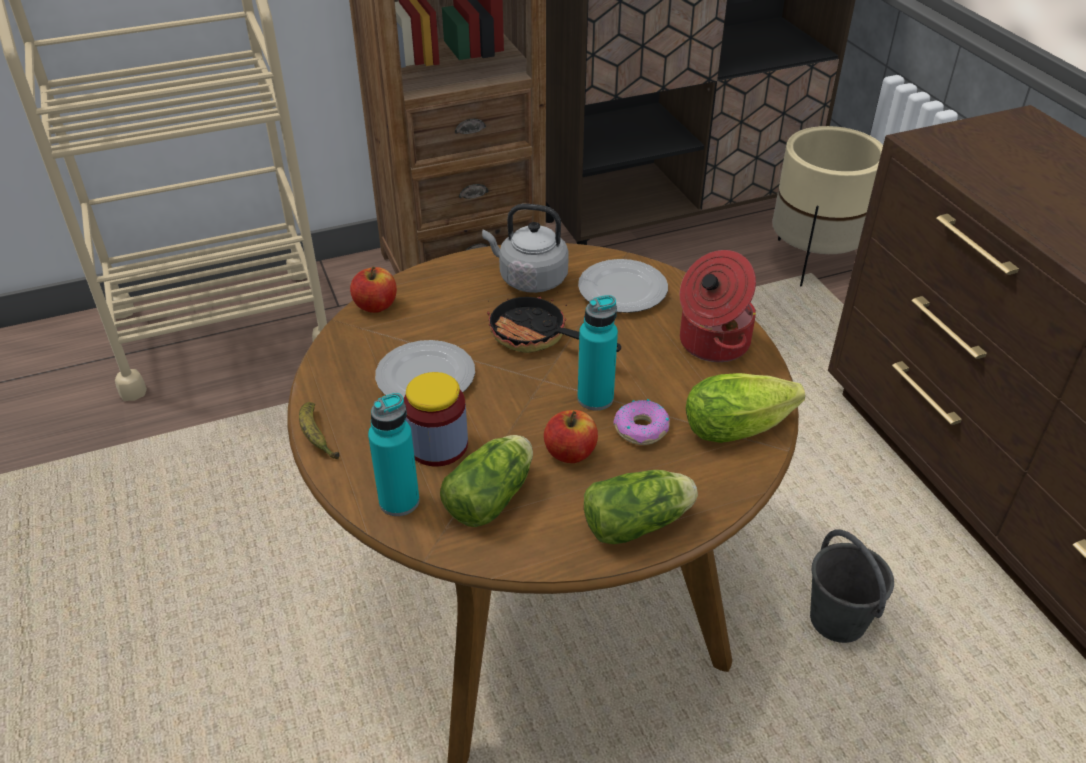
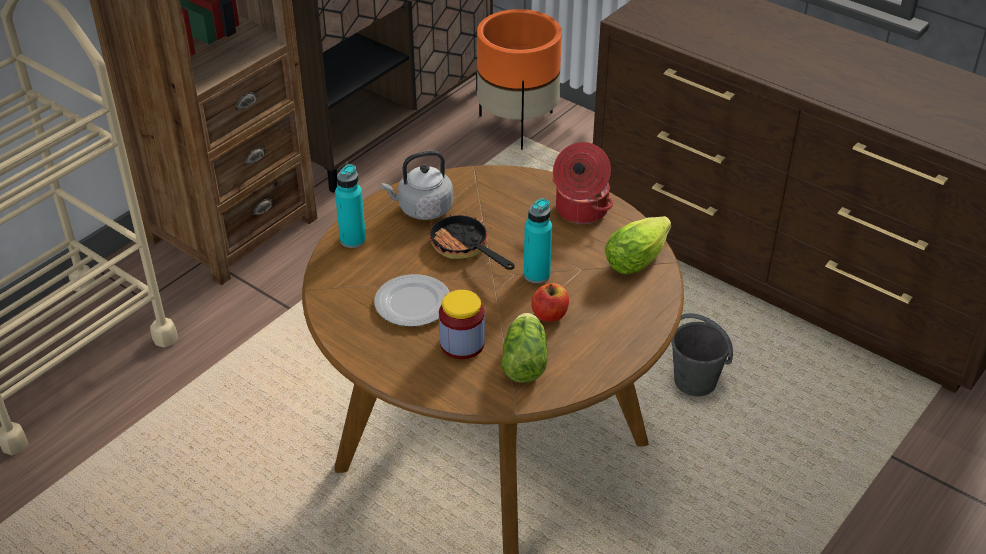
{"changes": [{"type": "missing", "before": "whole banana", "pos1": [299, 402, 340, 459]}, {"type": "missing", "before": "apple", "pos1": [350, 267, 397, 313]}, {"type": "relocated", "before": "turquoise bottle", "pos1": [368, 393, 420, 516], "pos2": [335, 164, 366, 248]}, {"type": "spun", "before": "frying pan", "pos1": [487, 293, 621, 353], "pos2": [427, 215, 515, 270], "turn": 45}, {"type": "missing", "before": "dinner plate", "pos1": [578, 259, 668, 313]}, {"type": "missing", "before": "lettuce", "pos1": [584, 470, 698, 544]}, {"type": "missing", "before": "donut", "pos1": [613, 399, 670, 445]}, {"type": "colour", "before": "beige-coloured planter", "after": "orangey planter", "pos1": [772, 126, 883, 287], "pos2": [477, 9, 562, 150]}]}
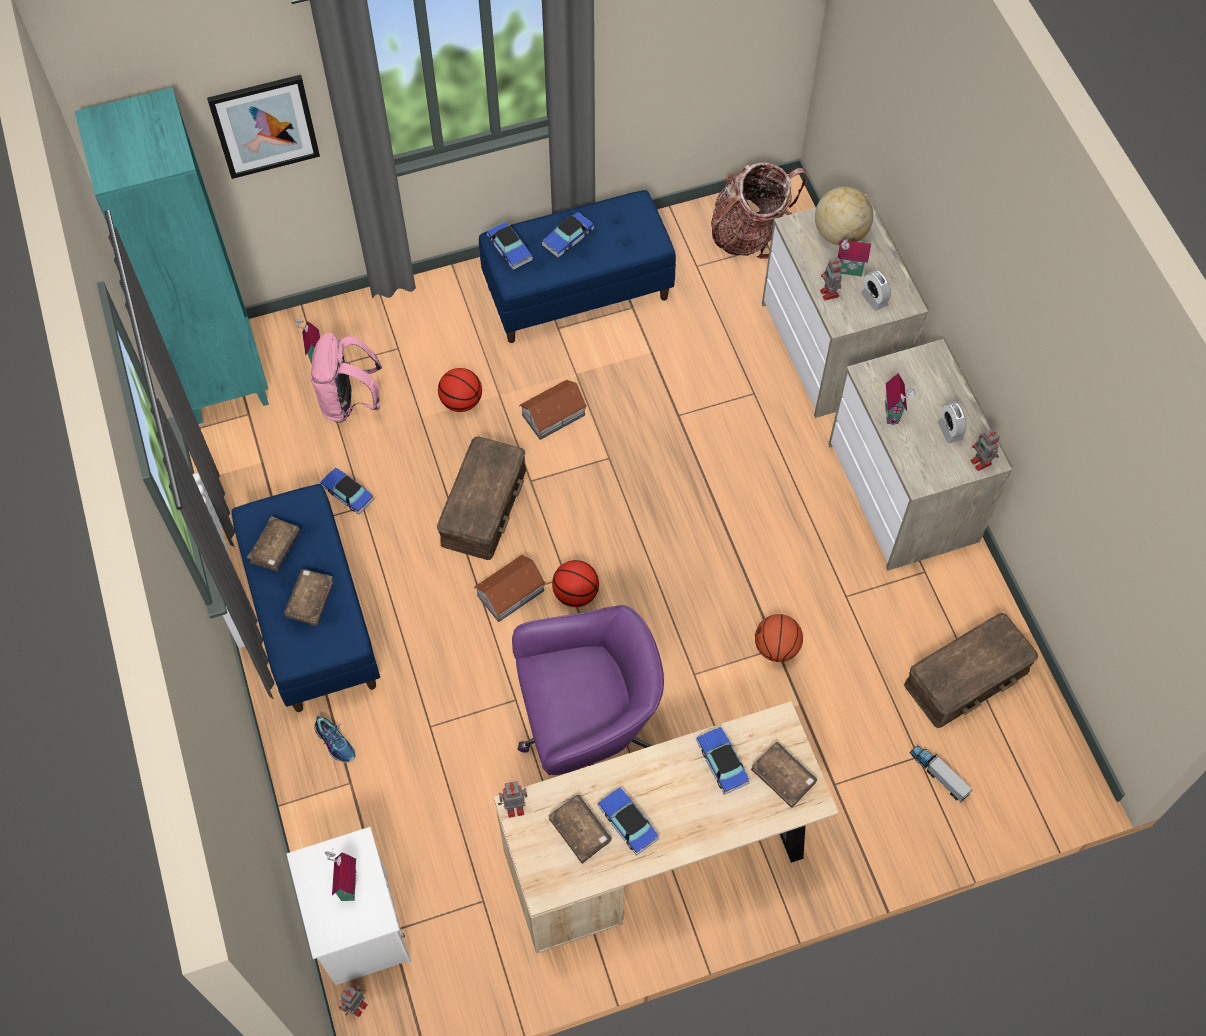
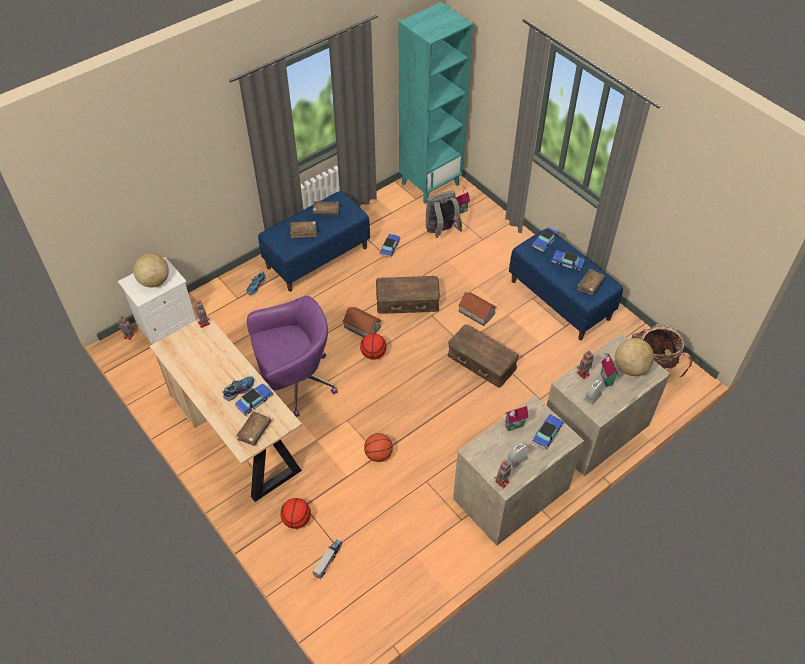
{"changes": [{"type": "missing", "before": "wall picture", "pos1": [207, 75, 320, 179]}, {"type": "colour", "before": "pink backpack", "after": "gray backpack", "pos1": [309, 333, 382, 423], "pos2": [426, 191, 463, 238]}, {"type": "exchanged", "before": "miniature house", "after": "world globe", "pos1": [325, 848, 356, 901], "pos2": [133, 253, 169, 288]}, {"type": "relocated", "before": "basketball", "pos1": [438, 368, 482, 412], "pos2": [280, 498, 311, 529]}, {"type": "spun", "before": "purple office chair", "pos1": [512, 605, 664, 775], "pos2": [247, 296, 338, 417], "turn": -75}, {"type": "relocated", "before": "brown bound book", "pos1": [548, 795, 612, 864], "pos2": [577, 269, 606, 295]}, {"type": "relocated", "before": "miniature car", "pos1": [597, 787, 659, 856], "pos2": [532, 414, 564, 450]}, {"type": "relocated", "before": "brown storage box", "pos1": [904, 613, 1038, 728], "pos2": [447, 324, 519, 388]}, {"type": "appeared", "after": "low shoe", "pos2": [222, 376, 254, 401]}]}
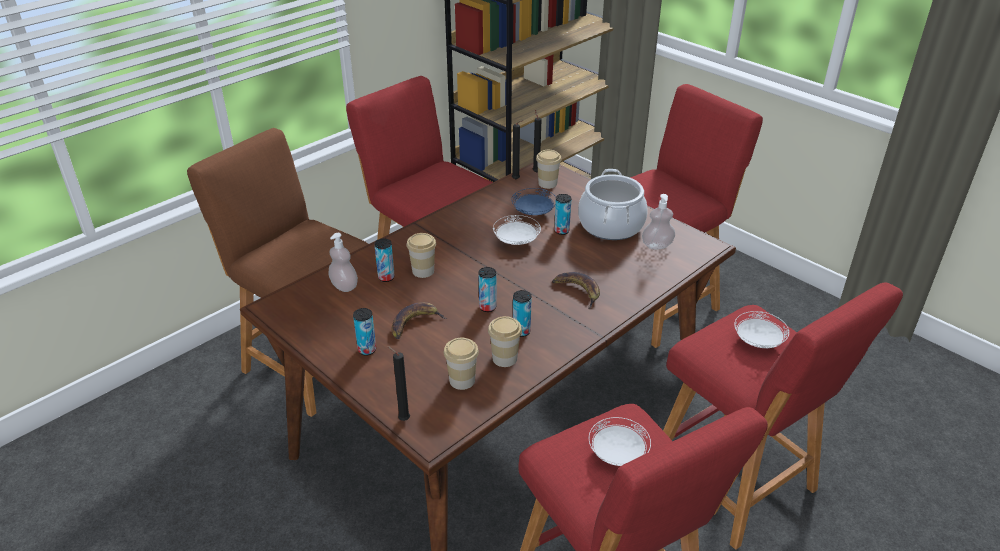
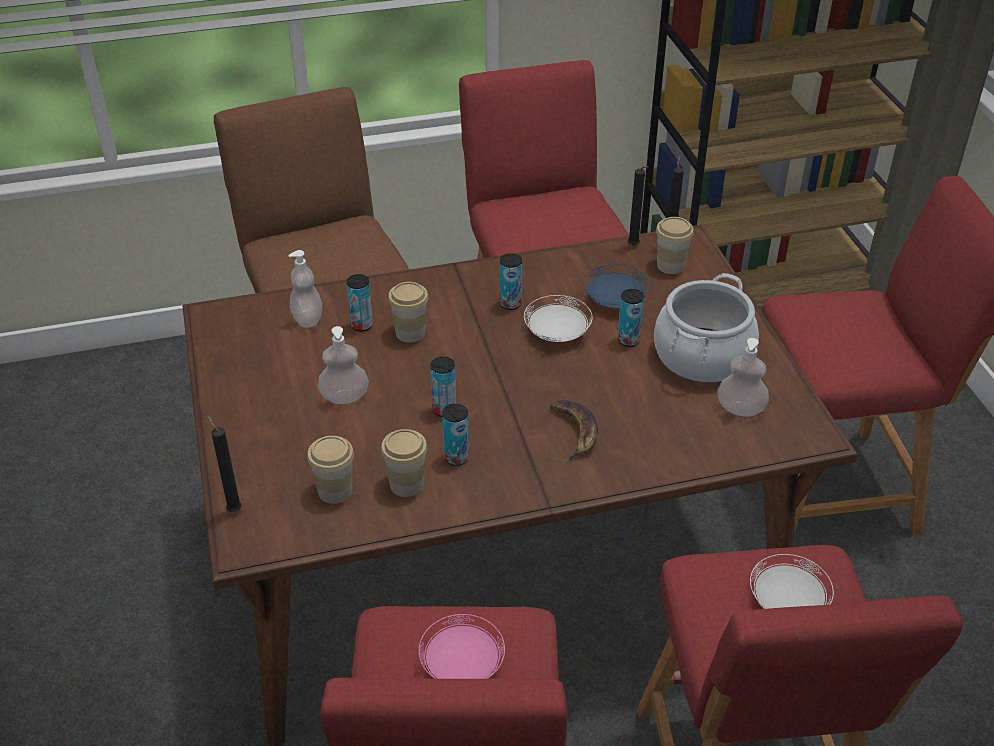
{"changes": [{"type": "relocated", "before": "metal can", "pos1": [353, 308, 376, 356], "pos2": [500, 253, 522, 310]}, {"type": "exchanged", "before": "whole banana", "after": "soap dispenser", "pos1": [391, 302, 447, 339], "pos2": [318, 326, 369, 404]}, {"type": "colour", "before": "whitish dinner plate", "after": "pink dinner plate", "pos1": [589, 417, 651, 466], "pos2": [419, 614, 505, 679]}]}
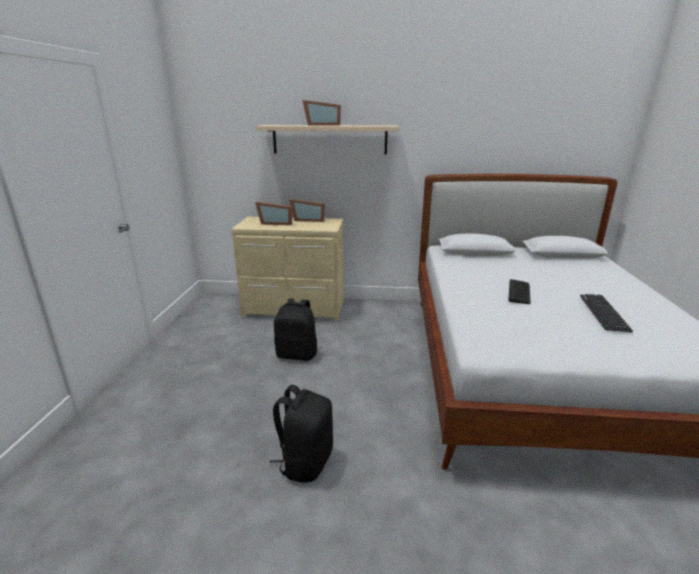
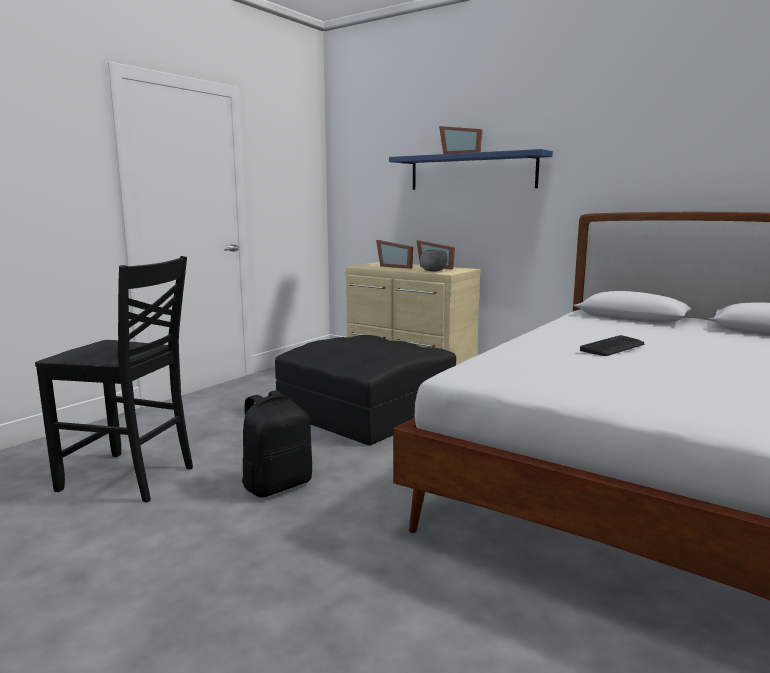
{"changes": [{"type": "colour", "before": "beige-coloured wall shelf", "after": "blue wall shelf", "pos1": [256, 125, 399, 154], "pos2": [389, 149, 553, 190]}, {"type": "exchanged", "before": "black backpack", "after": "black footrest", "pos1": [274, 298, 317, 361], "pos2": [275, 335, 456, 445]}, {"type": "missing", "before": "PC keyboard", "pos1": [580, 294, 633, 332]}, {"type": "appeared", "after": "black plain chair", "pos2": [35, 256, 193, 503]}, {"type": "appeared", "after": "gray deep dish", "pos2": [420, 250, 447, 271]}]}
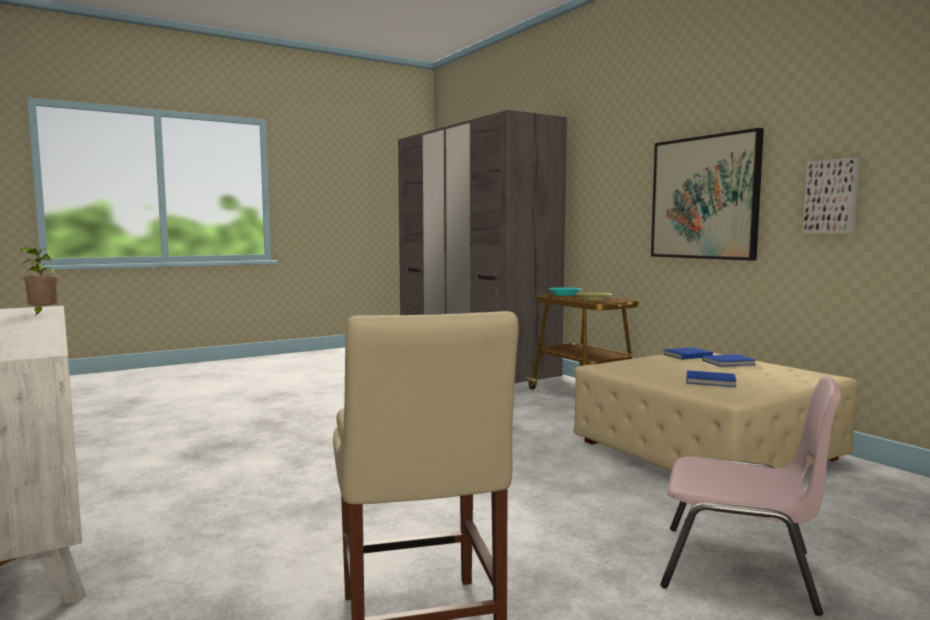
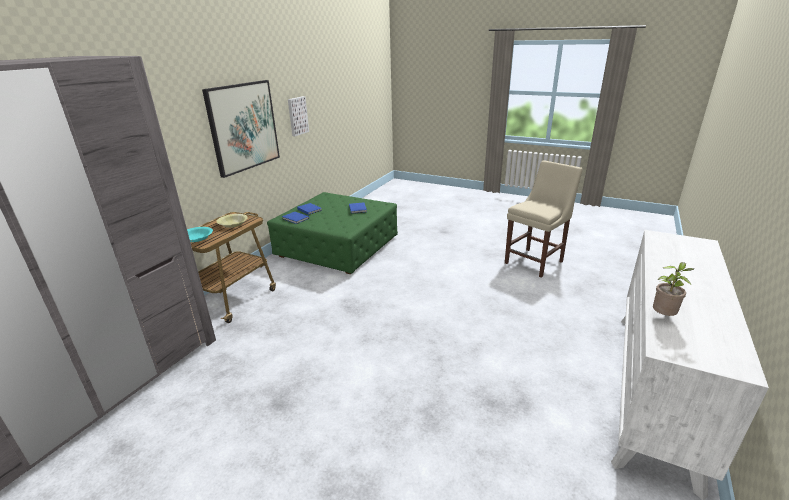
{"changes": [{"type": "colour", "before": "beige-coloured footrest", "after": "greenish footrest", "pos1": [573, 353, 858, 471], "pos2": [267, 192, 398, 274]}, {"type": "missing", "before": "pink plain chair", "pos1": [660, 376, 841, 616]}]}
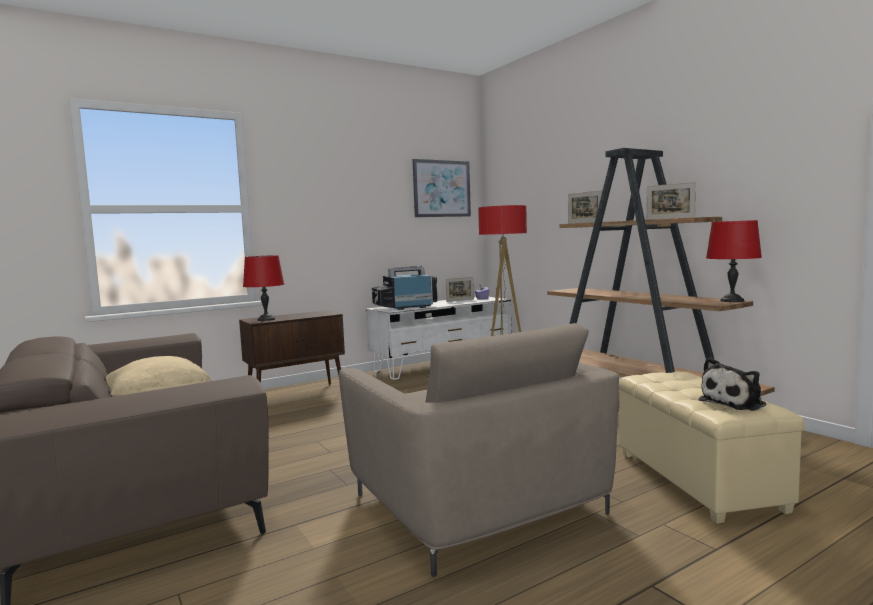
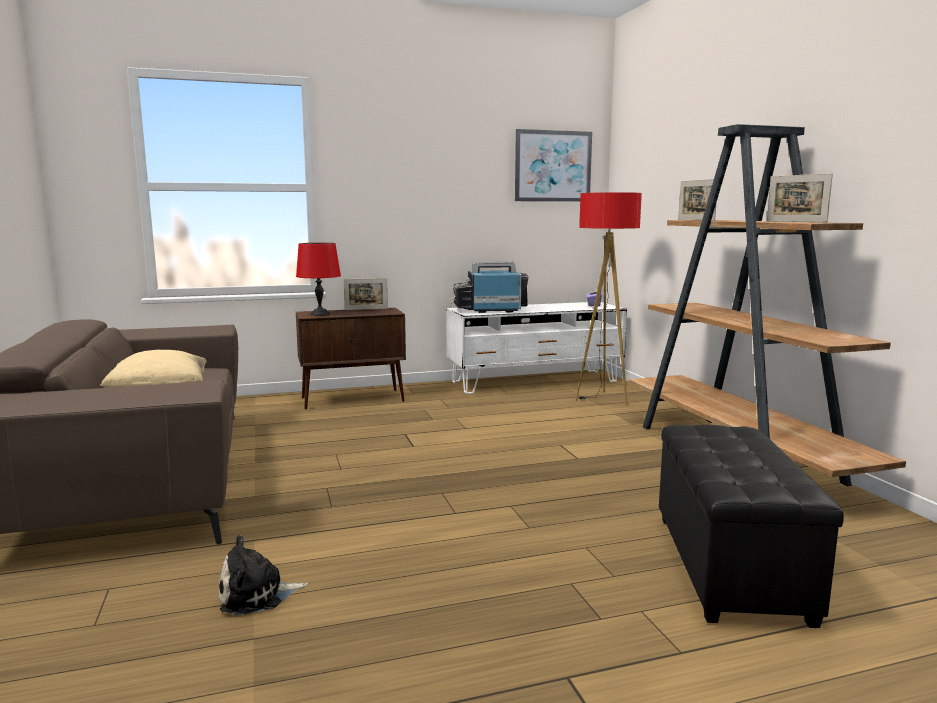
{"changes": [{"type": "missing", "before": "beige-coloured lounge chair", "pos1": [339, 323, 619, 577]}, {"type": "relocated", "before": "standing frame", "pos1": [446, 277, 474, 302], "pos2": [344, 278, 388, 310]}, {"type": "colour", "before": "beige-coloured footrest", "after": "black footrest", "pos1": [619, 371, 804, 524], "pos2": [659, 425, 844, 628]}, {"type": "relocated", "before": "plush toy", "pos1": [699, 358, 766, 411], "pos2": [219, 535, 308, 615]}, {"type": "missing", "before": "red table lamp", "pos1": [706, 220, 762, 302]}]}
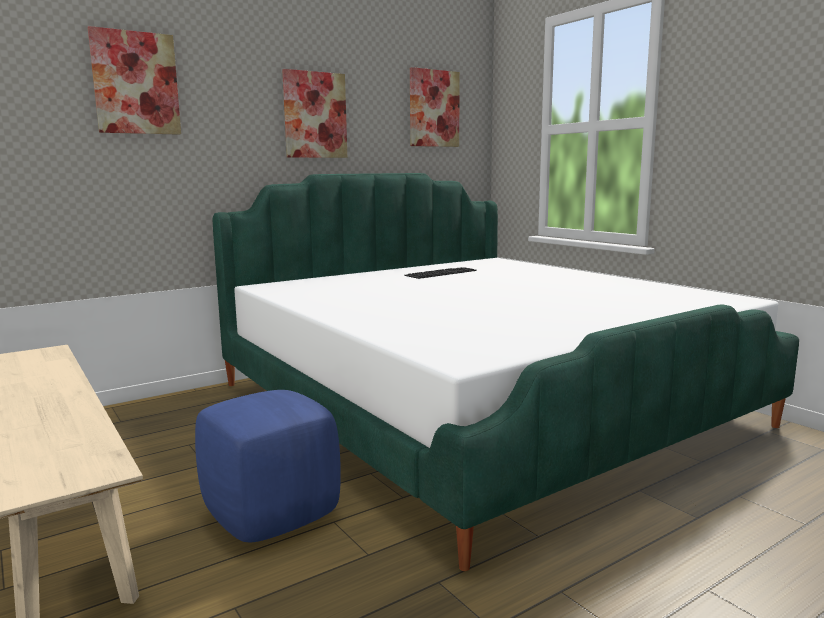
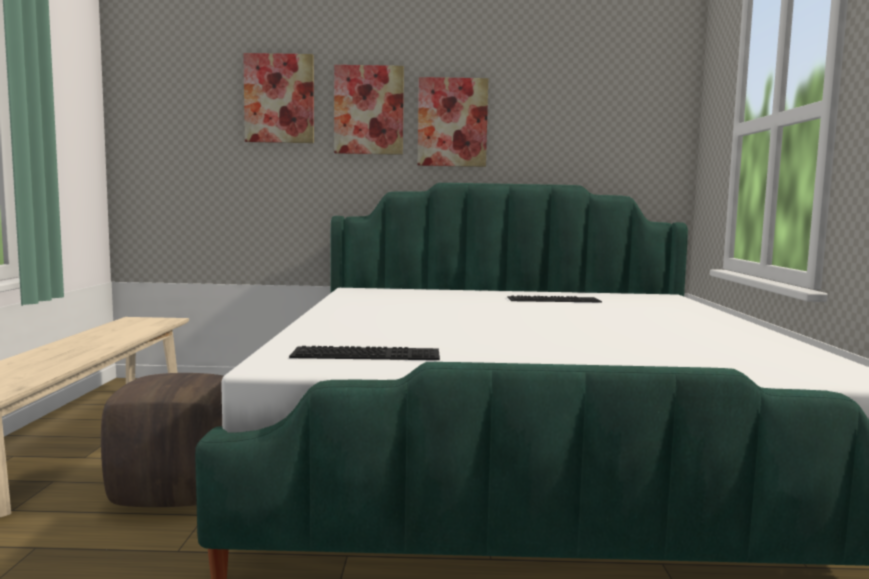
{"changes": [{"type": "colour", "before": "blue footrest", "after": "brown footrest", "pos1": [195, 390, 341, 542], "pos2": [101, 373, 224, 507]}, {"type": "relocated", "before": "wall picture", "pos1": [410, 67, 460, 147], "pos2": [334, 65, 404, 155]}, {"type": "appeared", "after": "PC keyboard", "pos2": [289, 346, 440, 360]}]}
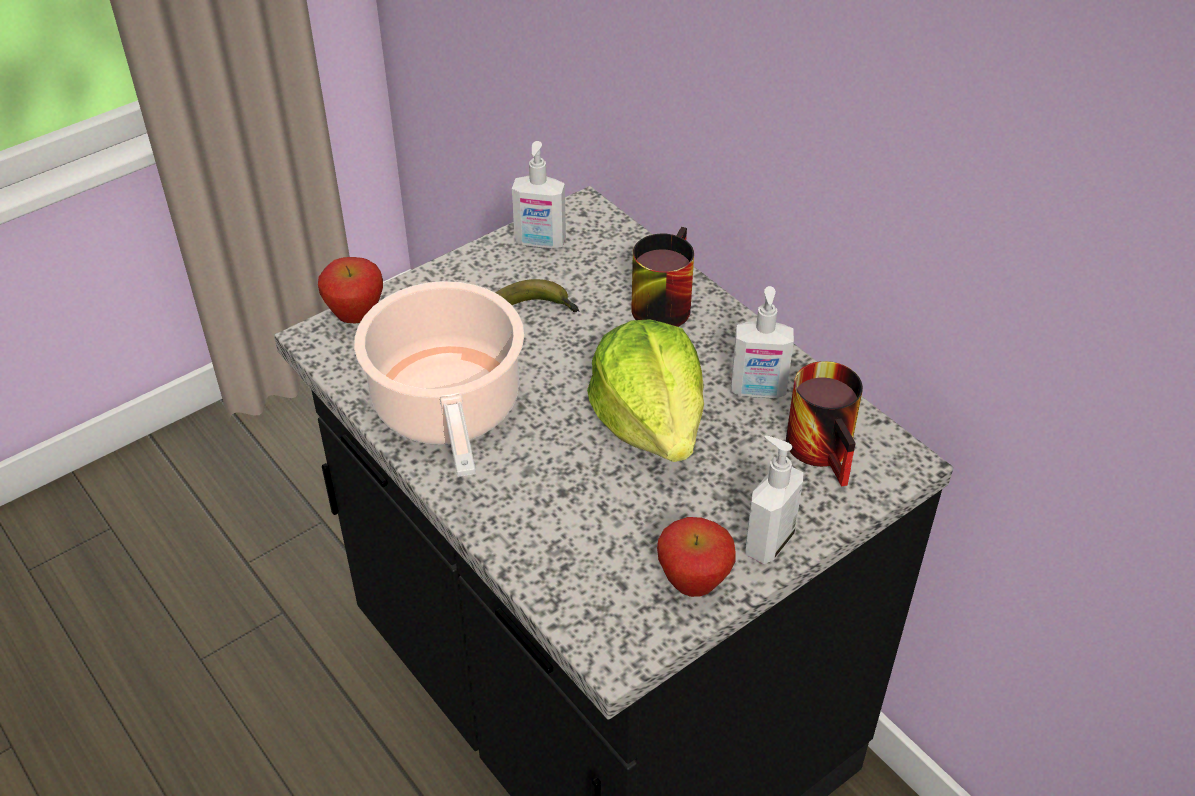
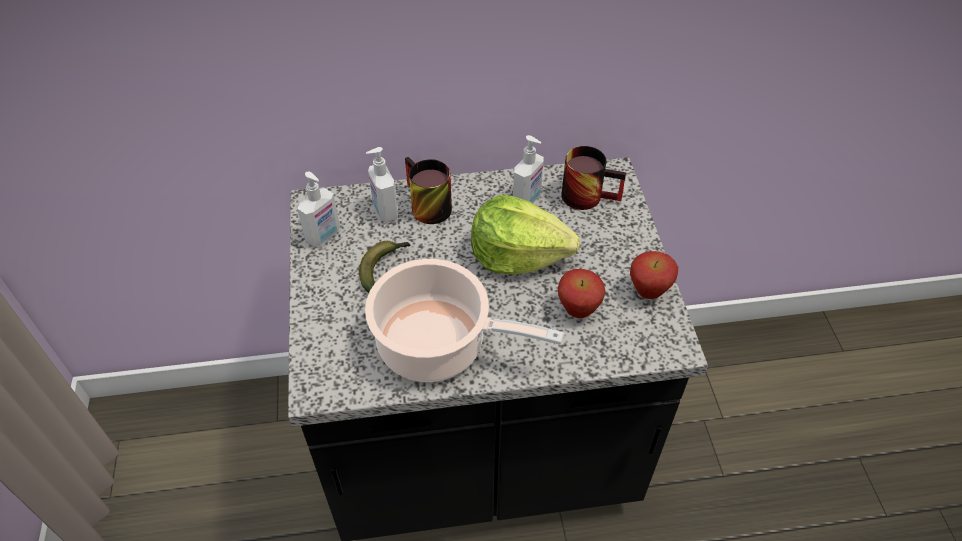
{"changes": [{"type": "relocated", "before": "apple", "pos1": [318, 257, 383, 323], "pos2": [558, 269, 605, 318]}, {"type": "relocated", "before": "soap dispenser", "pos1": [745, 436, 803, 564], "pos2": [366, 147, 398, 223]}]}
